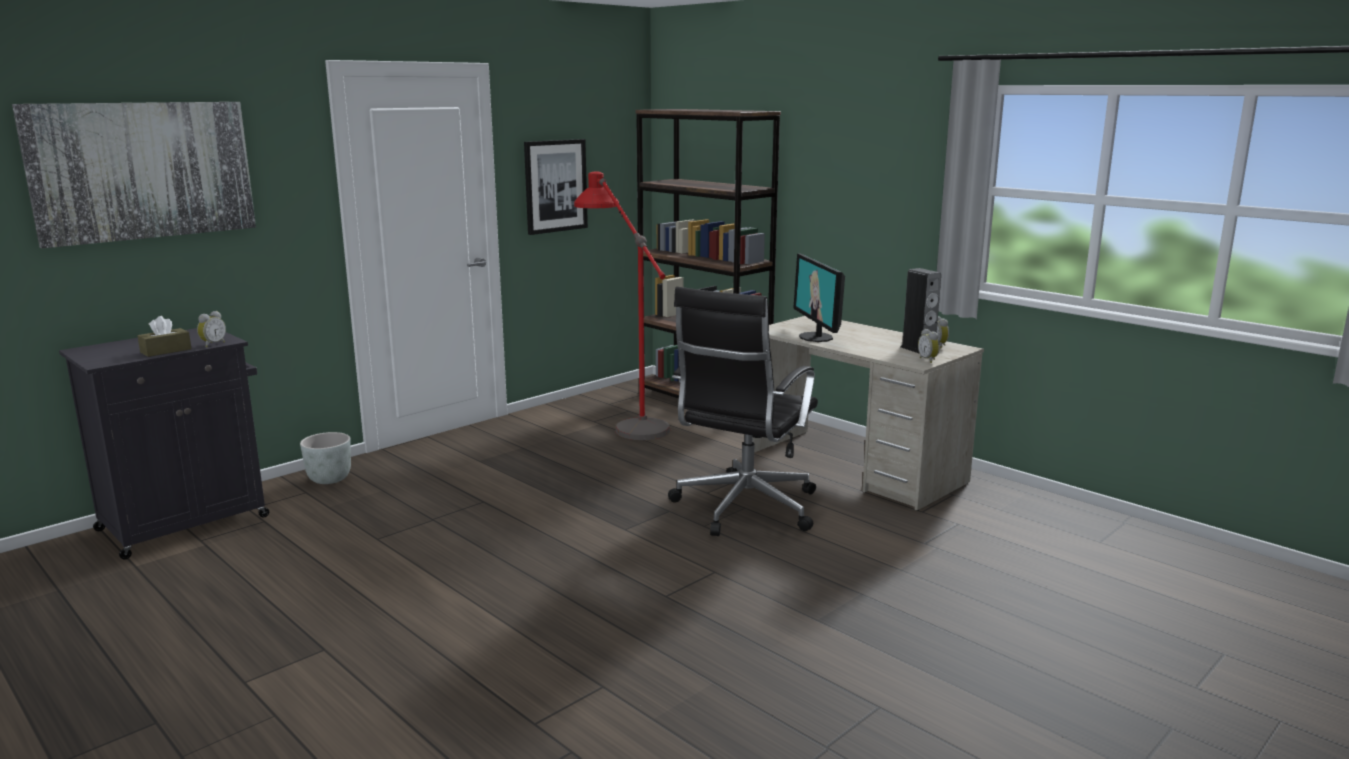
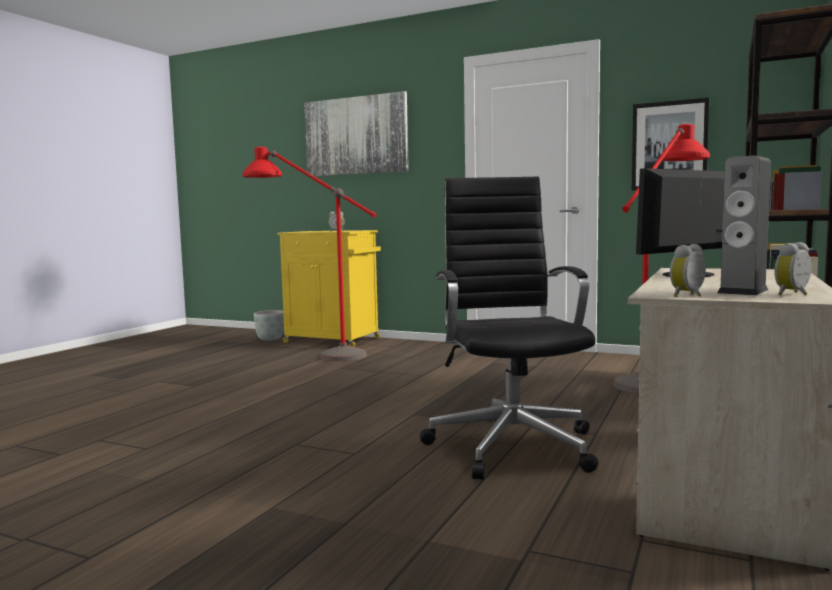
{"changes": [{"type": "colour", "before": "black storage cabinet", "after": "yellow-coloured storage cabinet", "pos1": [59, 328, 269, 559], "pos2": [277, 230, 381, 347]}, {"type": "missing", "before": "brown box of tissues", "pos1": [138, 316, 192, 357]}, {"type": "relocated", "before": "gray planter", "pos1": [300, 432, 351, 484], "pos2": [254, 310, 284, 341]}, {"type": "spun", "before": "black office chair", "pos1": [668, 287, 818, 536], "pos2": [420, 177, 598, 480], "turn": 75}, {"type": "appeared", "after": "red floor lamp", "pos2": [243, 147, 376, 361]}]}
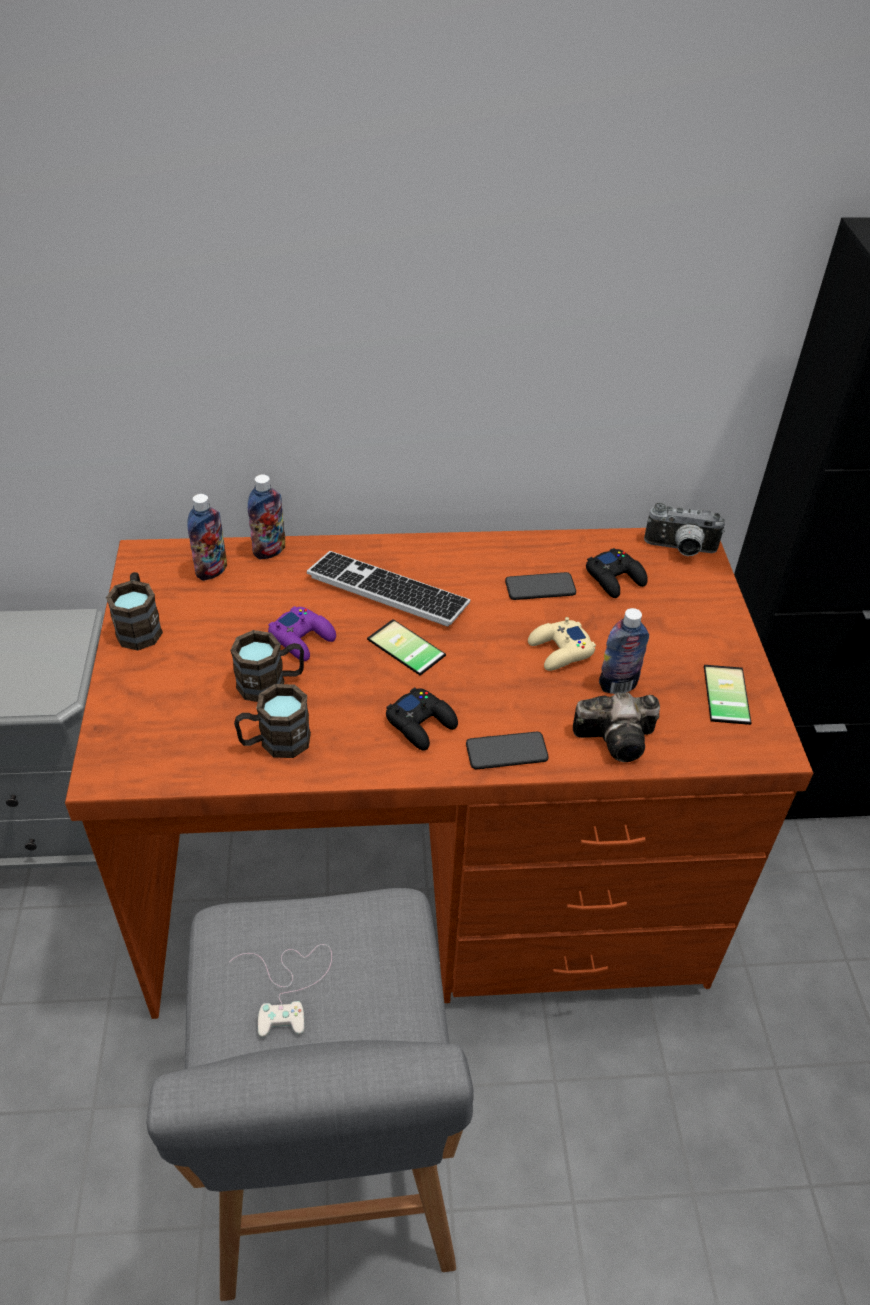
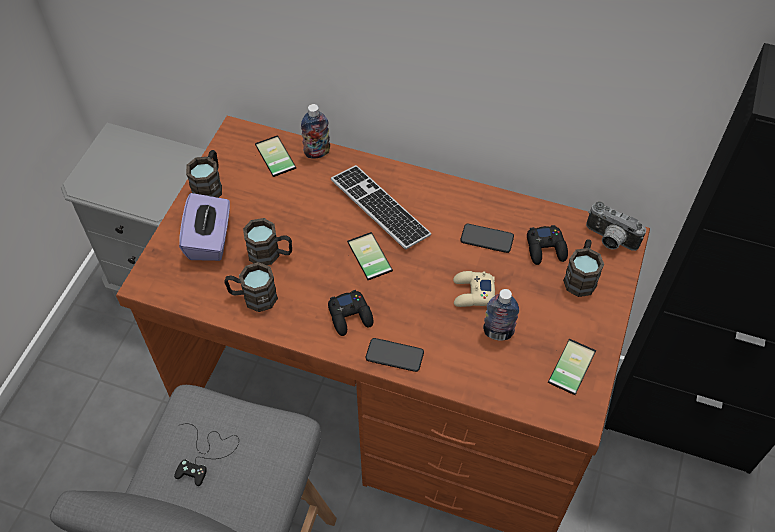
{"changes": [{"type": "exchanged", "before": "bottle", "after": "phone", "pos1": [187, 494, 227, 581], "pos2": [255, 135, 296, 177]}, {"type": "colour", "before": "whitish gamepad", "after": "black gamepad", "pos1": [229, 944, 332, 1037], "pos2": [174, 423, 239, 486]}, {"type": "missing", "before": "purple gamepad", "pos1": [268, 606, 336, 661]}, {"type": "missing", "before": "photo camera", "pos1": [573, 692, 660, 762]}, {"type": "appeared", "after": "purple box of tissues", "pos2": [179, 193, 230, 261]}, {"type": "appeared", "after": "brown mug", "pos2": [563, 239, 604, 297]}]}
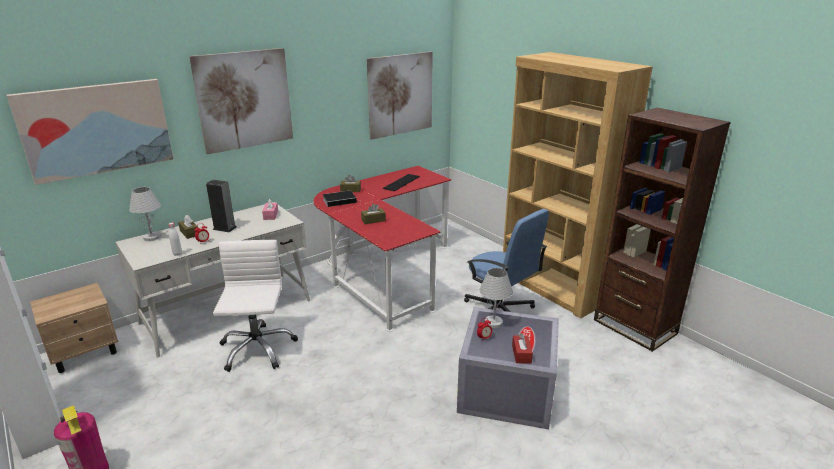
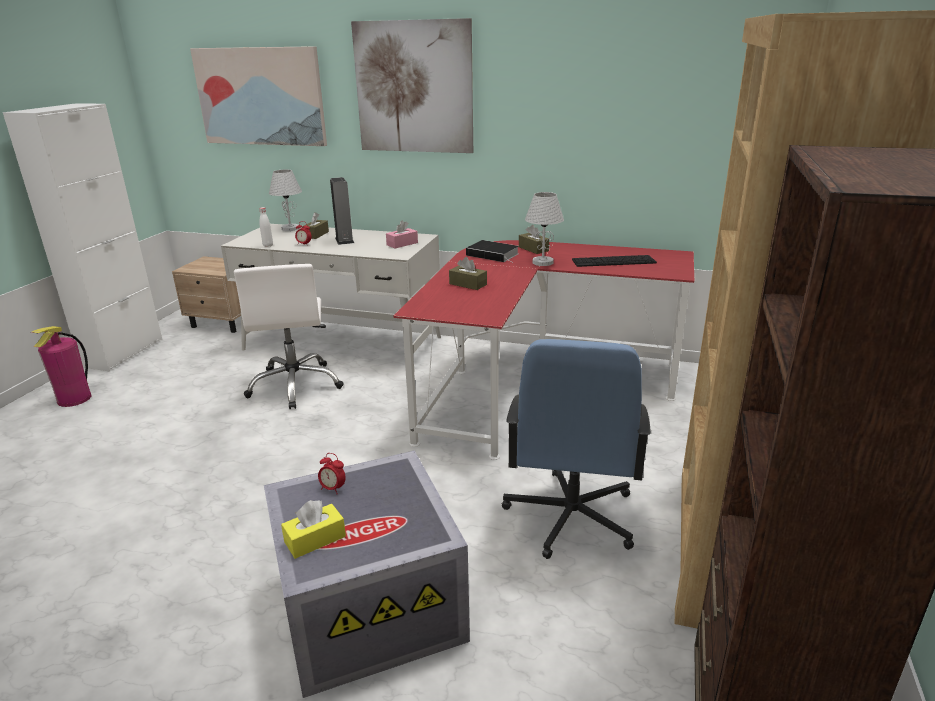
{"changes": [{"type": "spun", "before": "whitish office chair", "pos1": [213, 240, 298, 372], "pos2": [234, 264, 344, 409], "turn": 120}, {"type": "missing", "before": "wall picture", "pos1": [367, 51, 433, 140]}, {"type": "relocated", "before": "whitish table lamp", "pos1": [479, 268, 513, 328], "pos2": [525, 192, 564, 266]}, {"type": "colour", "before": "red box of tissues", "after": "yellow-coloured box of tissues", "pos1": [512, 333, 533, 363], "pos2": [281, 500, 346, 559]}]}
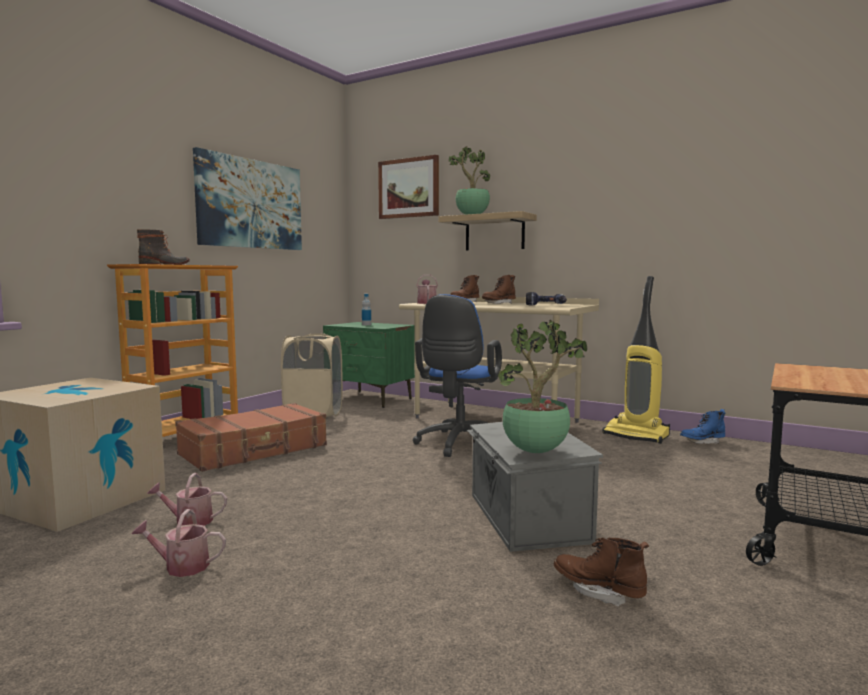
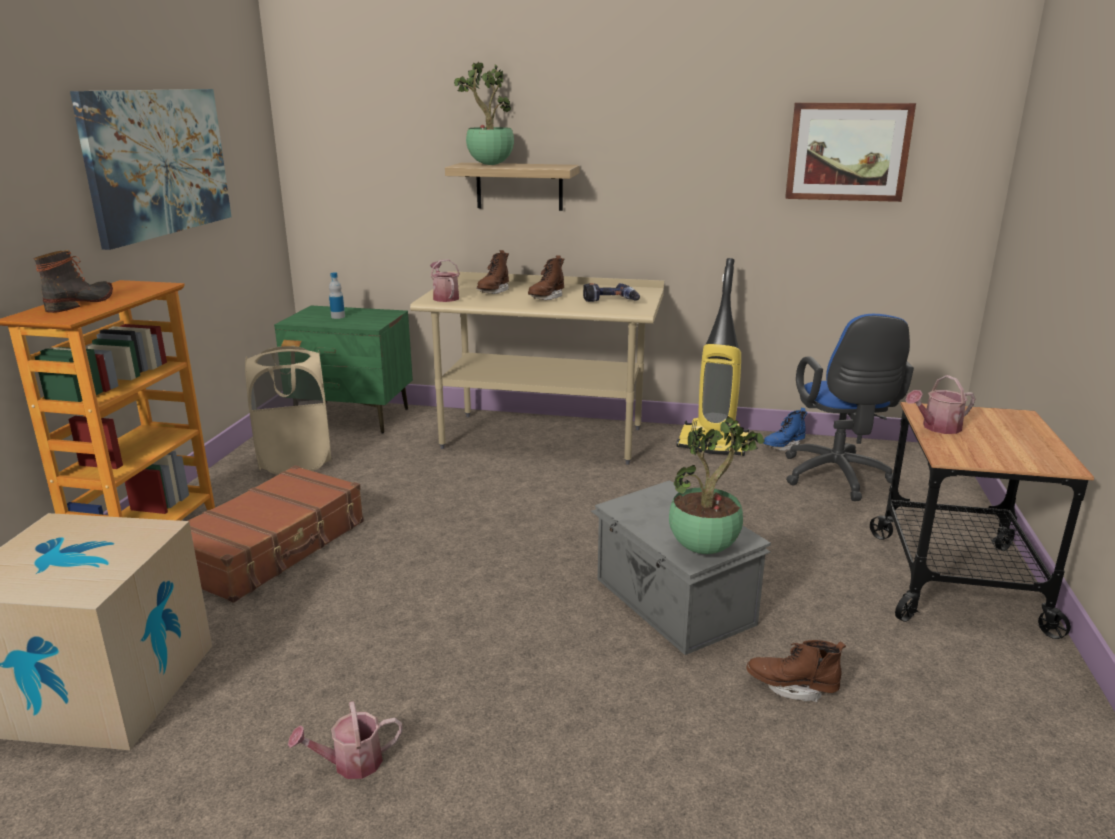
{"changes": [{"type": "relocated", "before": "watering pot", "pos1": [147, 473, 227, 526], "pos2": [906, 375, 975, 434]}, {"type": "relocated", "before": "wall picture", "pos1": [378, 155, 439, 219], "pos2": [785, 103, 916, 202]}, {"type": "relocated", "before": "blue office chair", "pos1": [413, 294, 502, 457], "pos2": [785, 314, 914, 501]}]}
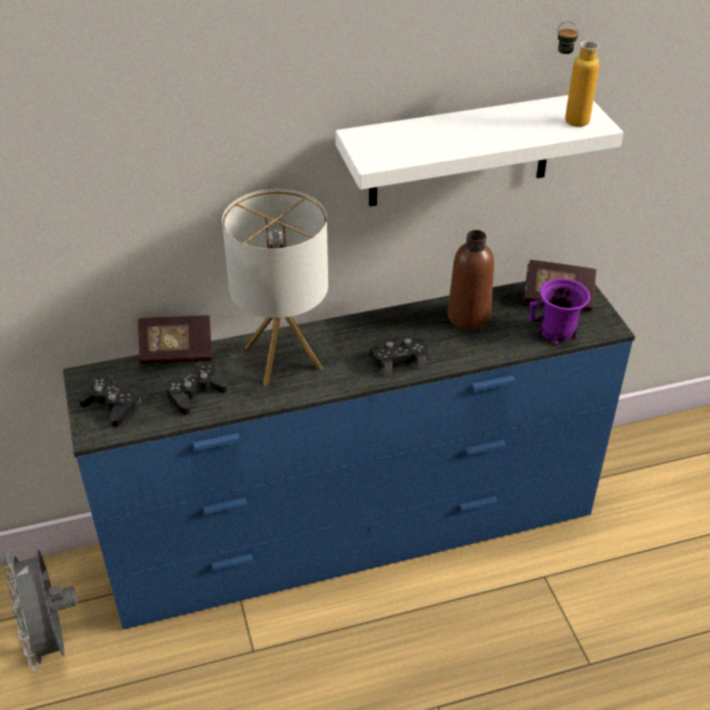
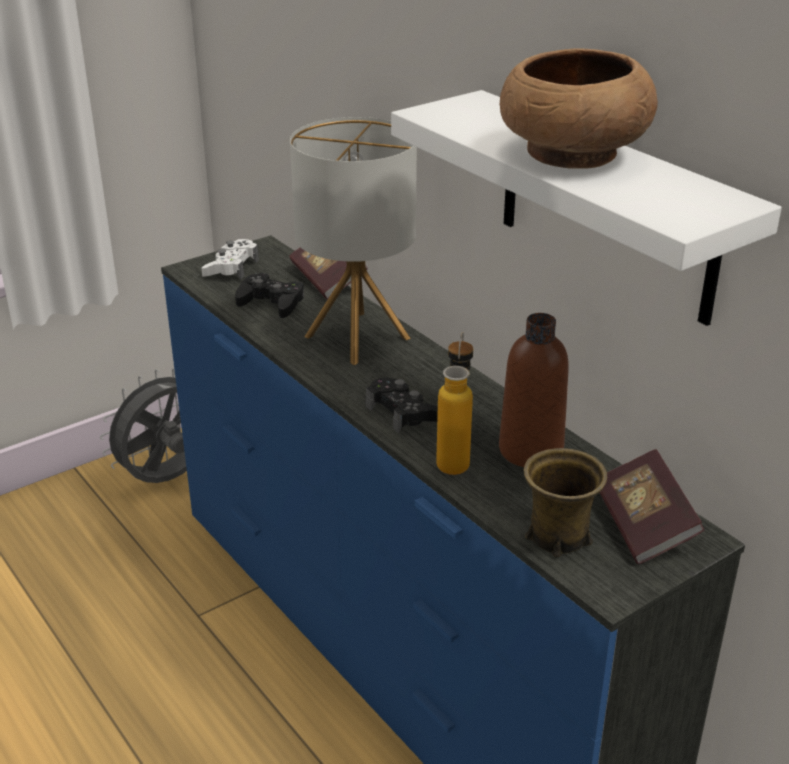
{"changes": [{"type": "colour", "before": "black gamepad", "after": "whitish gamepad", "pos1": [78, 374, 141, 427], "pos2": [202, 239, 259, 279]}, {"type": "colour", "before": "purple mug", "after": "brown mug", "pos1": [528, 278, 590, 344], "pos2": [524, 448, 607, 557]}, {"type": "relocated", "before": "bottle", "pos1": [558, 21, 599, 127], "pos2": [436, 332, 473, 475]}, {"type": "appeared", "after": "brown deep dish", "pos2": [500, 48, 658, 169]}]}
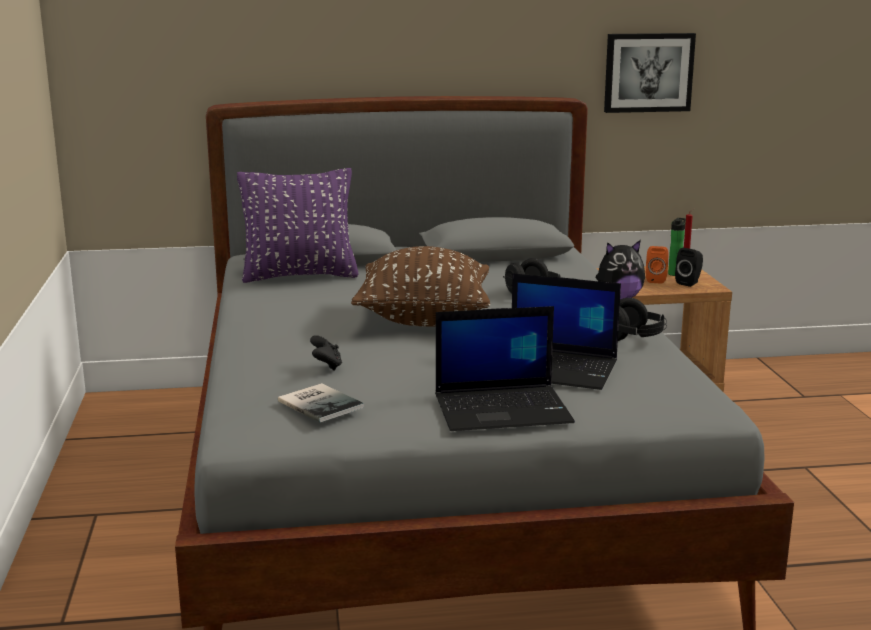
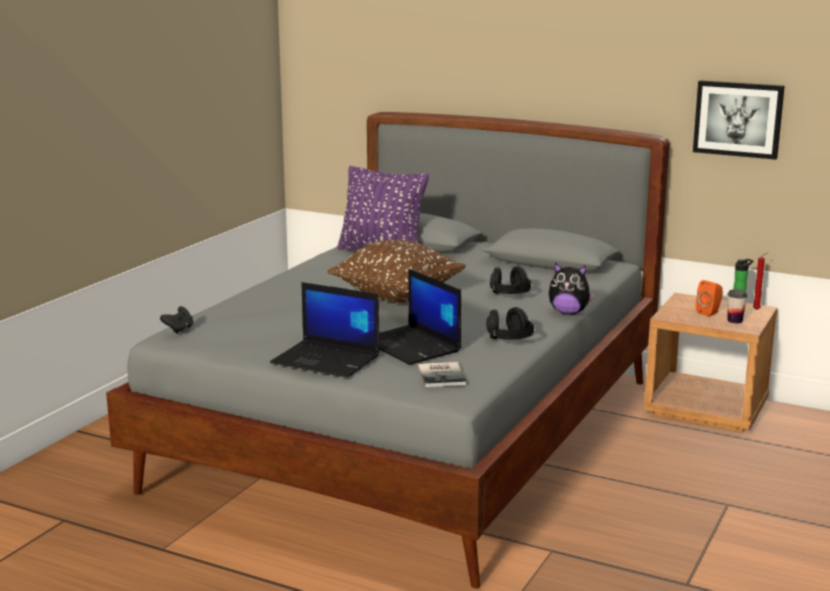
{"changes": [{"type": "relocated", "before": "bound book", "pos1": [278, 383, 364, 423], "pos2": [418, 362, 466, 387]}, {"type": "relocated", "before": "black gamepad", "pos1": [310, 335, 342, 371], "pos2": [160, 306, 194, 334]}, {"type": "exchanged", "before": "black audio speaker", "after": "drinking cup", "pos1": [675, 248, 703, 287], "pos2": [727, 289, 747, 324]}]}
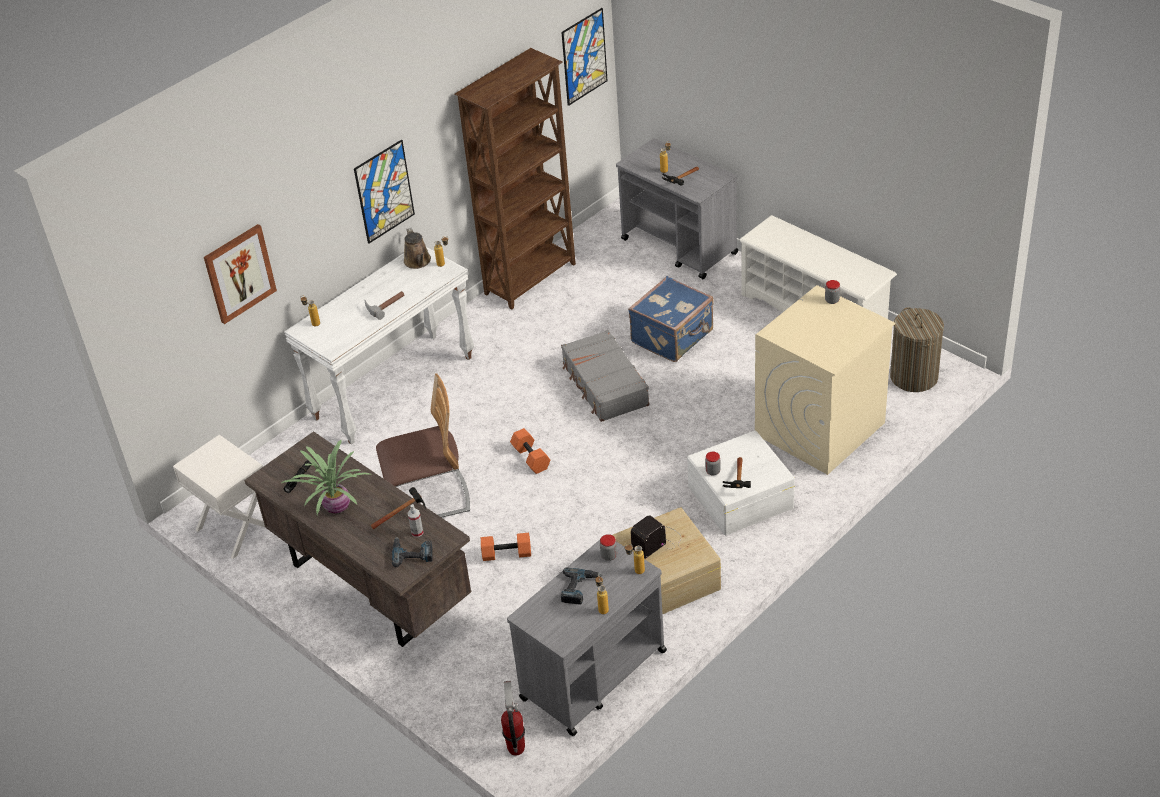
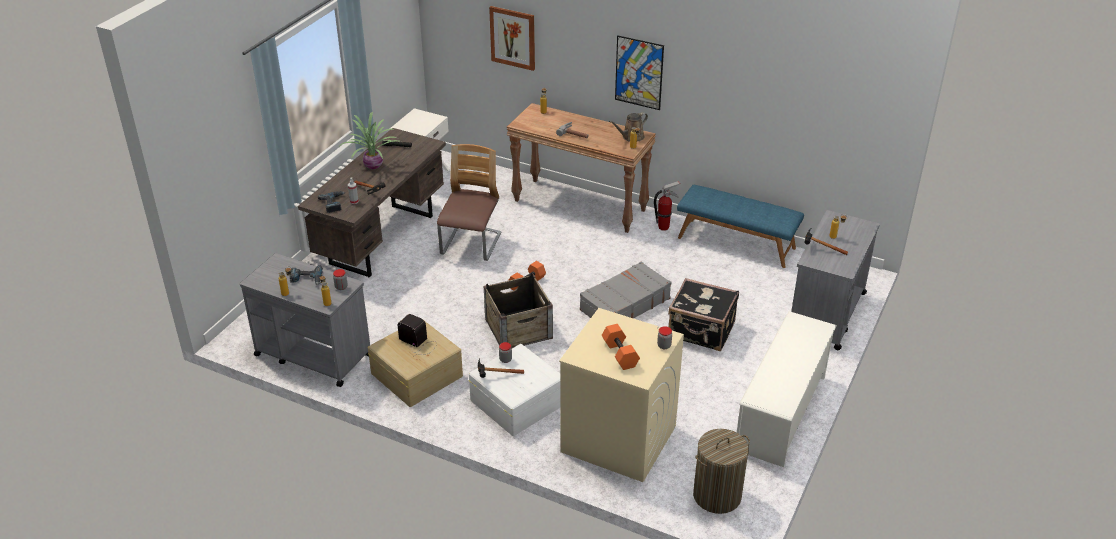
{"changes": [{"type": "colour", "before": "whitish console table", "after": "brown console table", "pos1": [284, 247, 474, 445], "pos2": [507, 103, 656, 233]}, {"type": "spun", "before": "plain chair", "pos1": [376, 373, 470, 518], "pos2": [437, 144, 502, 261], "turn": -135}, {"type": "exchanged", "before": "brown bookcase", "after": "blue long seat", "pos1": [455, 48, 576, 310], "pos2": [677, 185, 804, 268]}, {"type": "relocated", "before": "orangey hand weight", "pos1": [481, 533, 531, 561], "pos2": [602, 324, 640, 370]}, {"type": "relocated", "before": "fire-fighting cylinder", "pos1": [501, 681, 525, 756], "pos2": [654, 181, 680, 231]}, {"type": "missing", "before": "wall picture", "pos1": [561, 8, 608, 106]}, {"type": "colour", "before": "blue piece of luggage", "after": "black piece of luggage", "pos1": [628, 276, 714, 362], "pos2": [668, 278, 739, 351]}, {"type": "appeared", "after": "crate", "pos2": [484, 273, 553, 348]}]}
